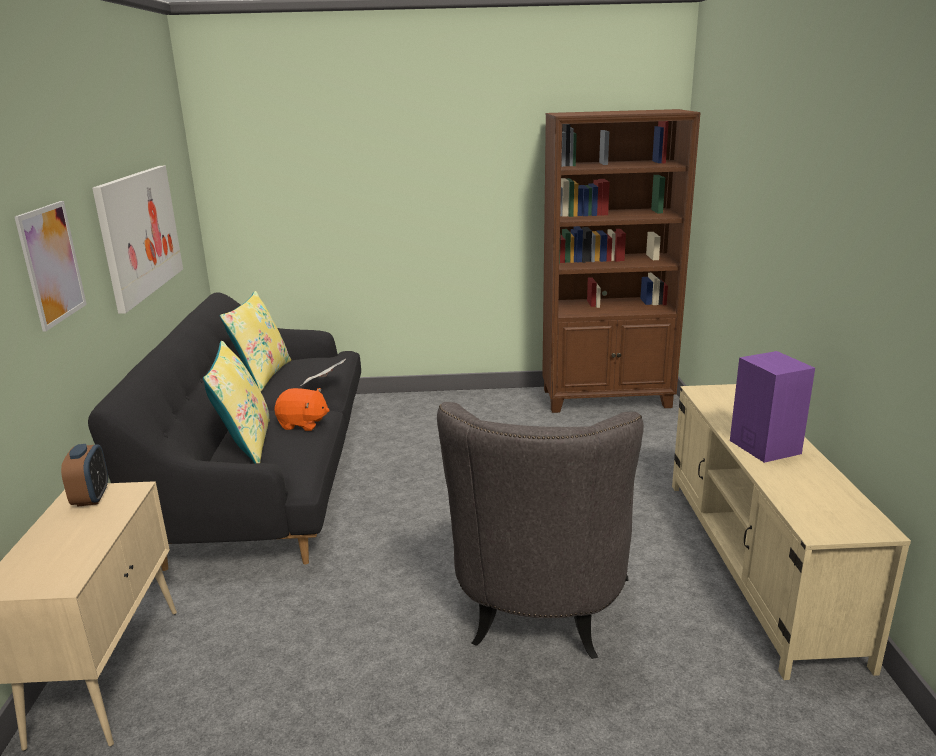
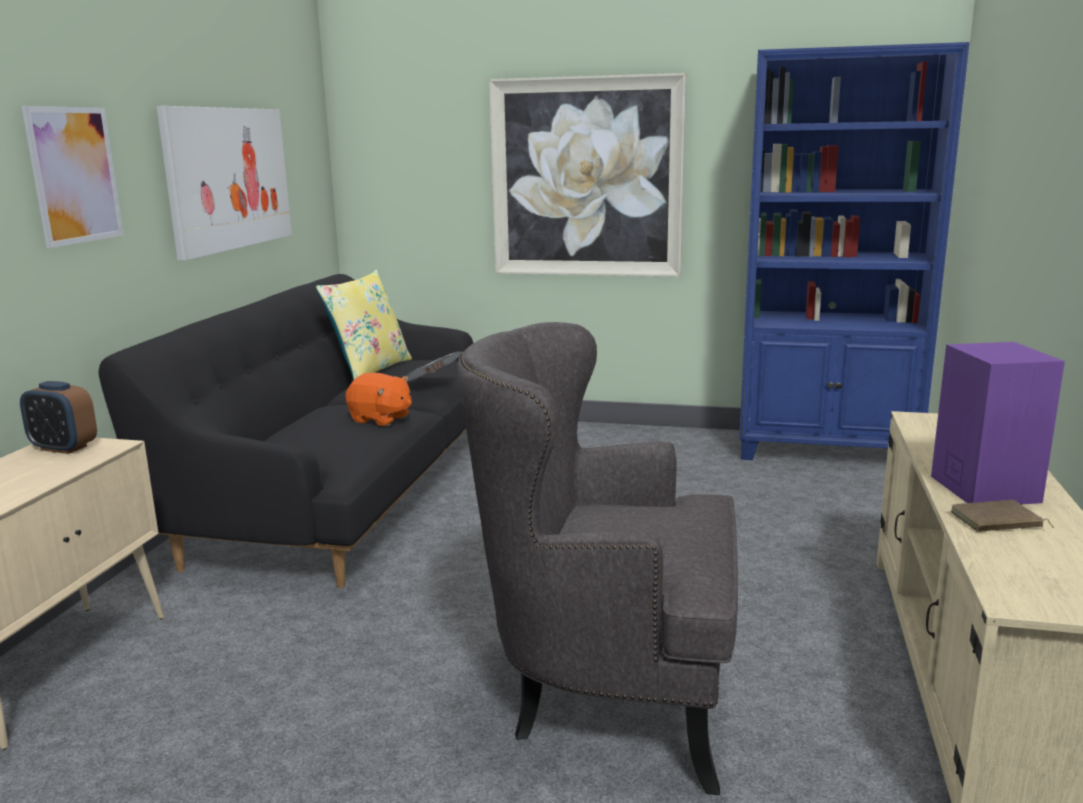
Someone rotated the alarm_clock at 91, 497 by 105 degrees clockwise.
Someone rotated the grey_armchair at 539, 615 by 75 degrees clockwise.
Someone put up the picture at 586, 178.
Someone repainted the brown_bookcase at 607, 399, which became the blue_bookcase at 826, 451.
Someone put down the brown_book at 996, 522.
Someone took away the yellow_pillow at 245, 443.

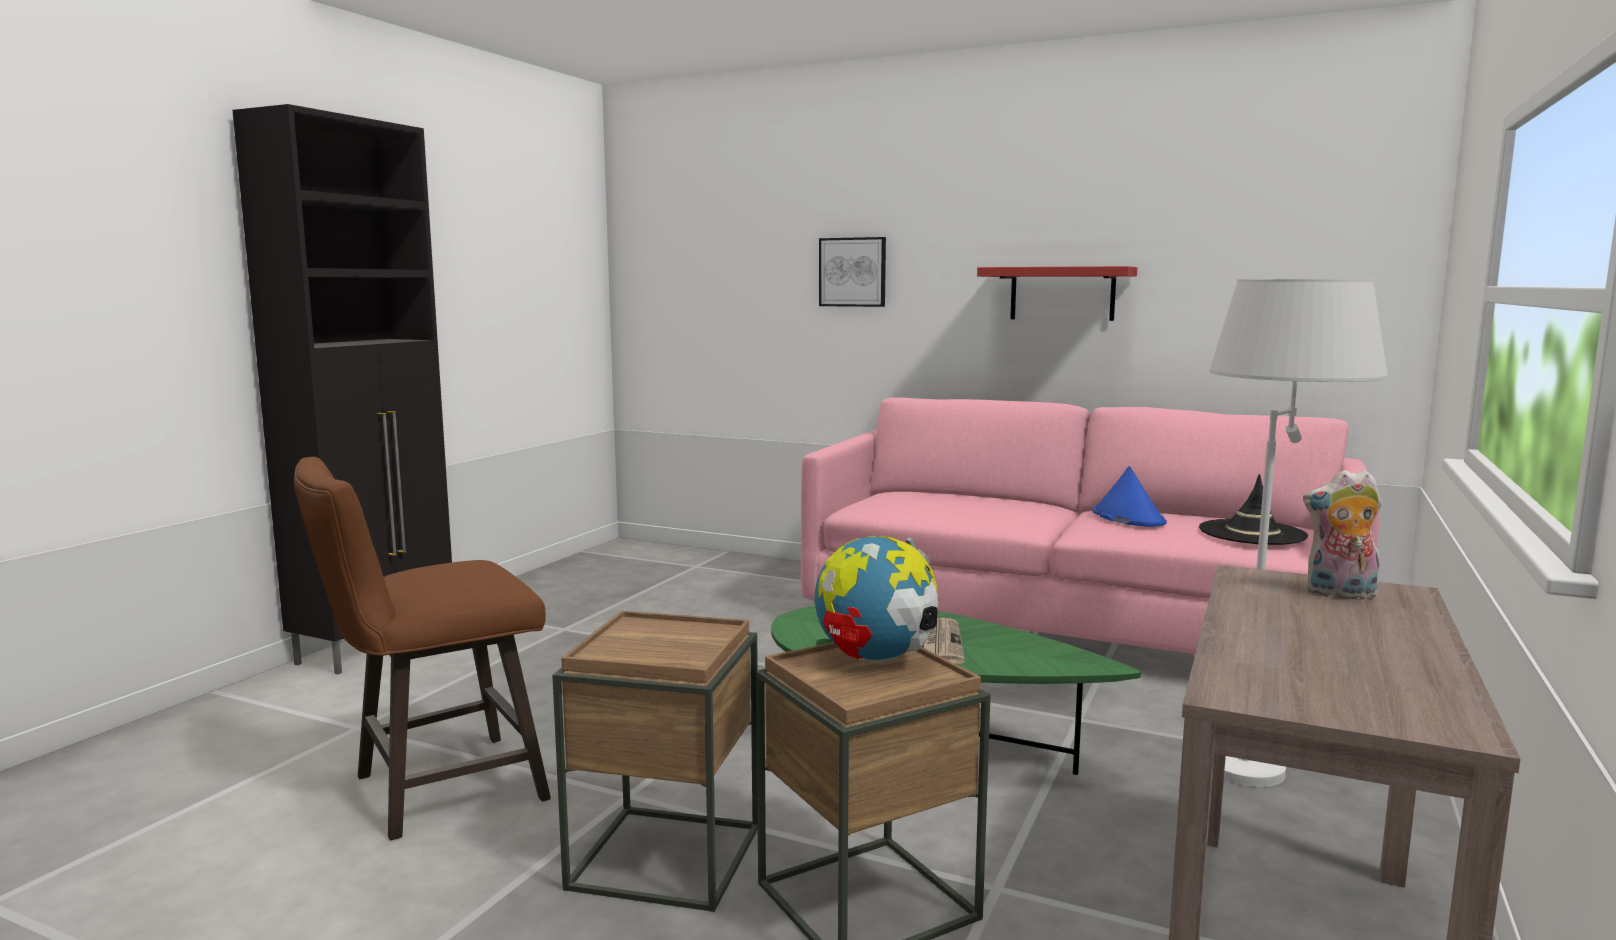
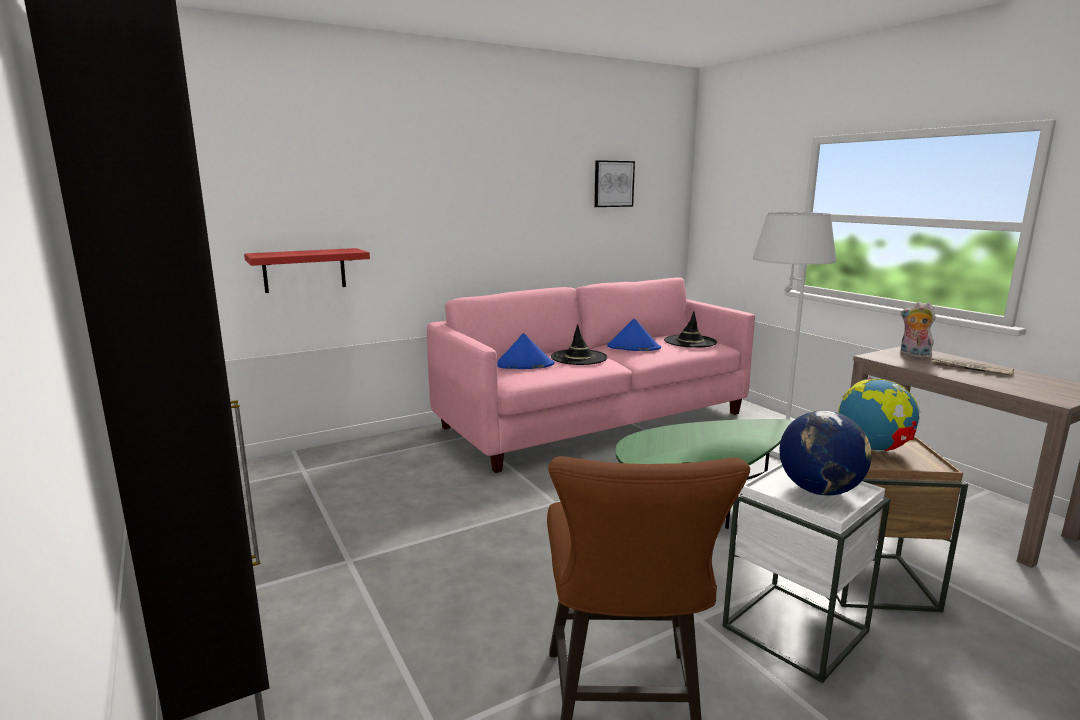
Someone carried the red_shelf from 1062, 293 to 304, 270.
Someone put down the blue_hat at 524, 365.
Someone put down the black_hat at 579, 357.
Someone carried the picture from 853, 272 to 613, 184.
Someone repainted the brown_side_table at 665, 857, which became the white_side_table at 795, 629.
Someone put down the globe at 819, 490.
Someone rotated the plush_toy at 1339, 595 by 90 degrees clockwise.
Someone carried the newspaper from 941, 643 to 970, 368.

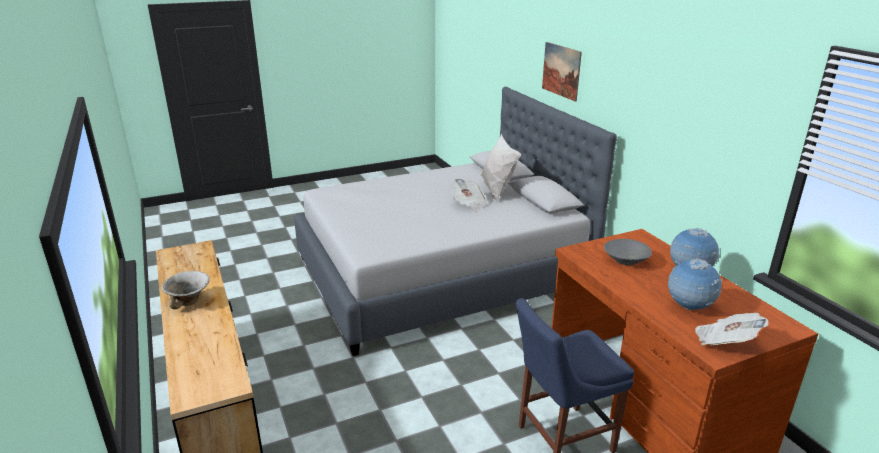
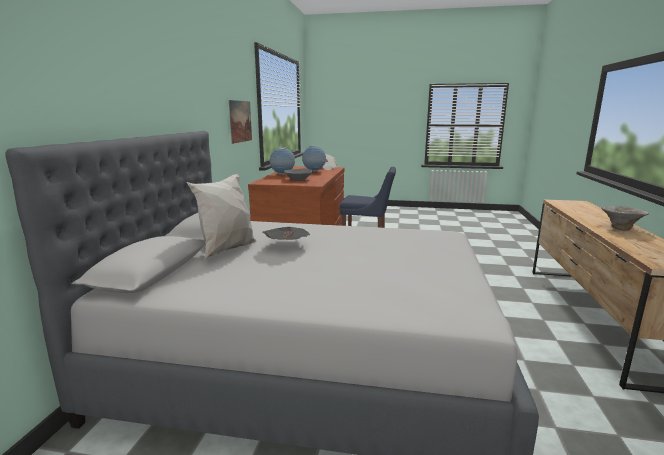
Someone carried the picture from 561, 71 to 240, 121.

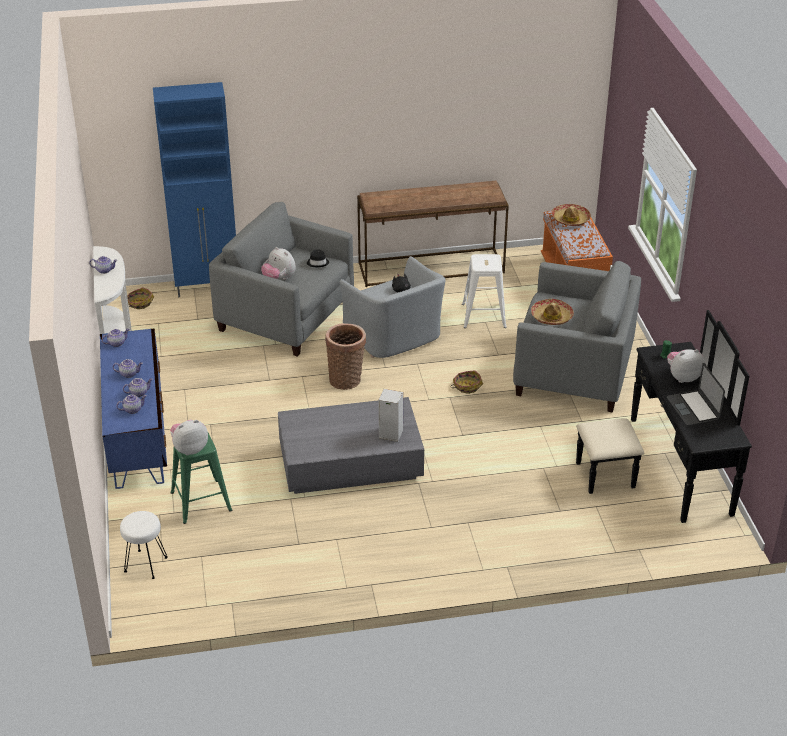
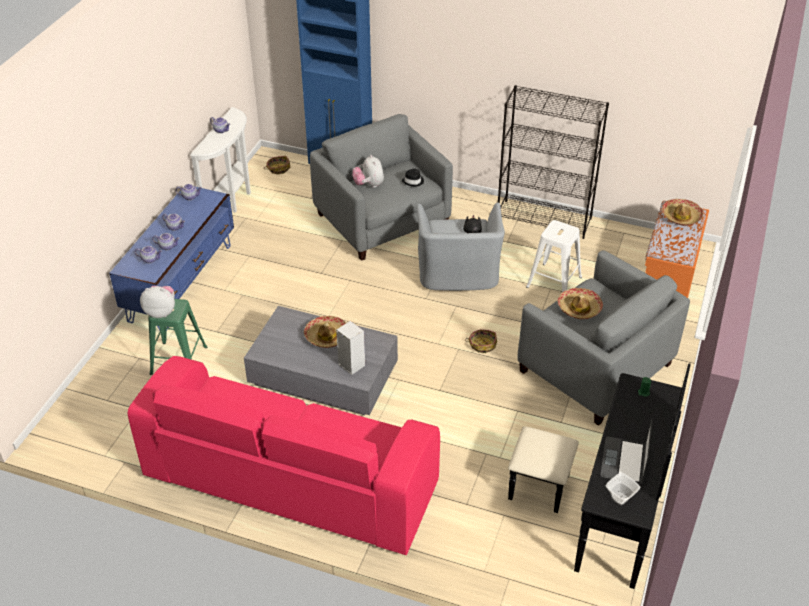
Someone put down the pink_sofa at 290, 480.
Someone put down the hat at 326, 336.
Someone swapped the brown_console_table at 431, 267 for the black_bookcase at 544, 219.
Someone put down the bowl at 621, 499.
Someone took away the white_stool at 145, 564.
Someone took away the basket at 346, 379.
Someone took away the plush_toy at 682, 377.

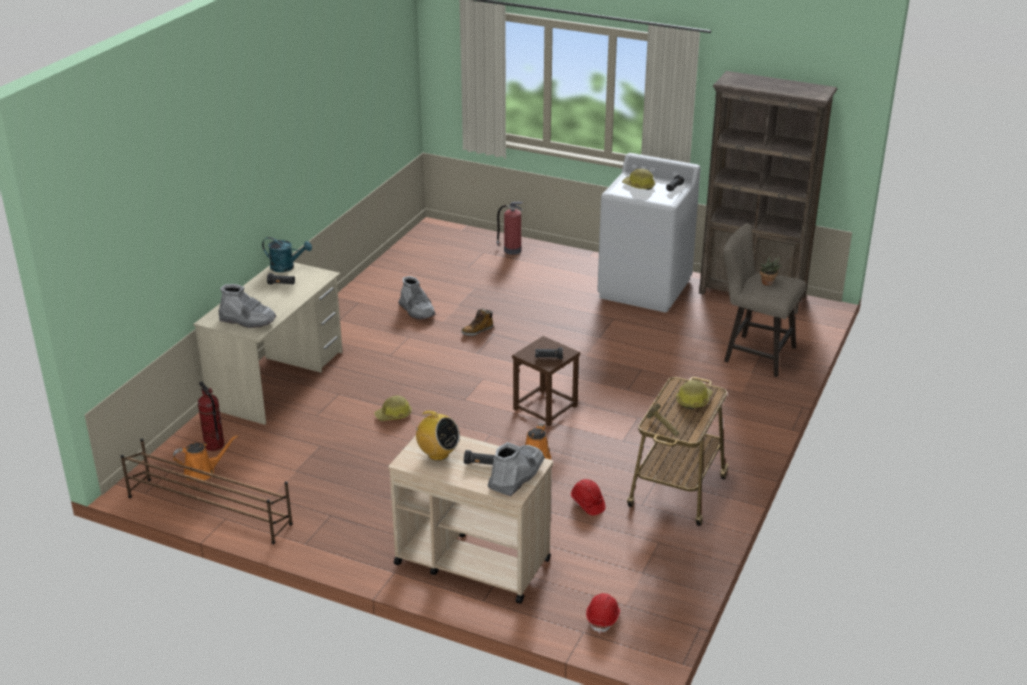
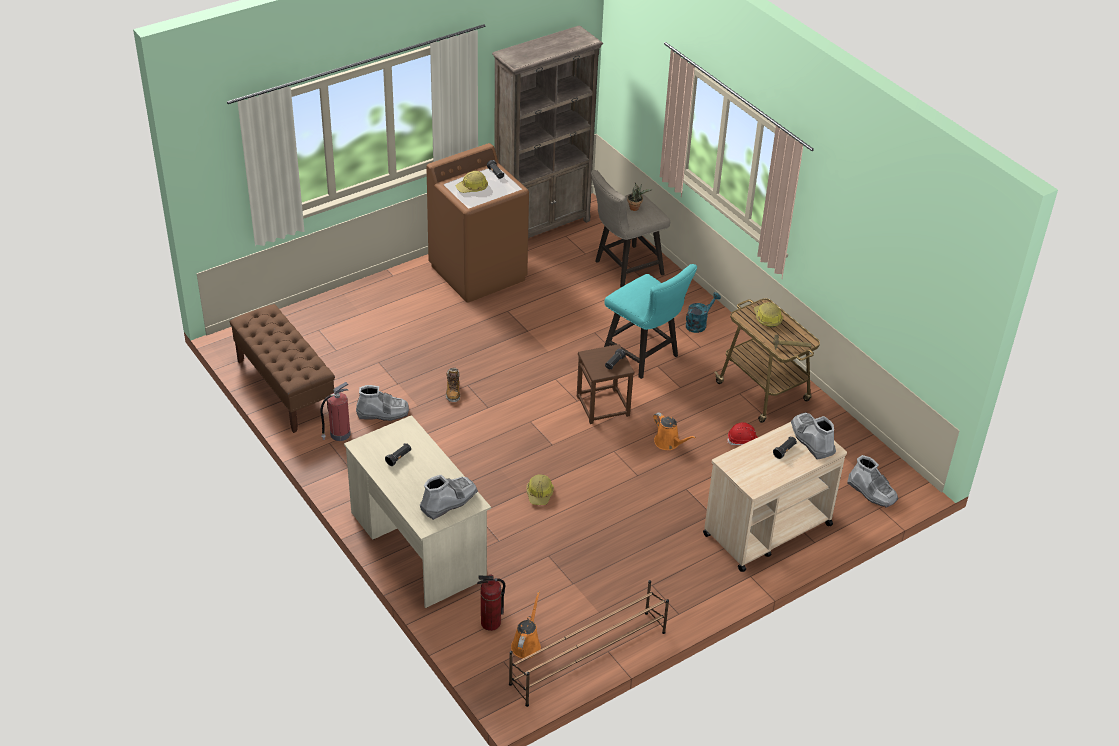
Someone put down the brown_bench at 285, 388.
Someone carried the fire_extinguisher from 511, 250 to 339, 434.
Someone repainted the white_washing_machine at 645, 289, which became the brown_washing_machine at 478, 272.
Someone put down the turquoise_stool at 644, 357.
Someone carried the turquoise_watering_can from 286, 267 to 699, 324.
Someone swapped the red_hard_hat at 603, 618 for the grey_boot at 872, 492.
Someone took away the radio at 438, 454.

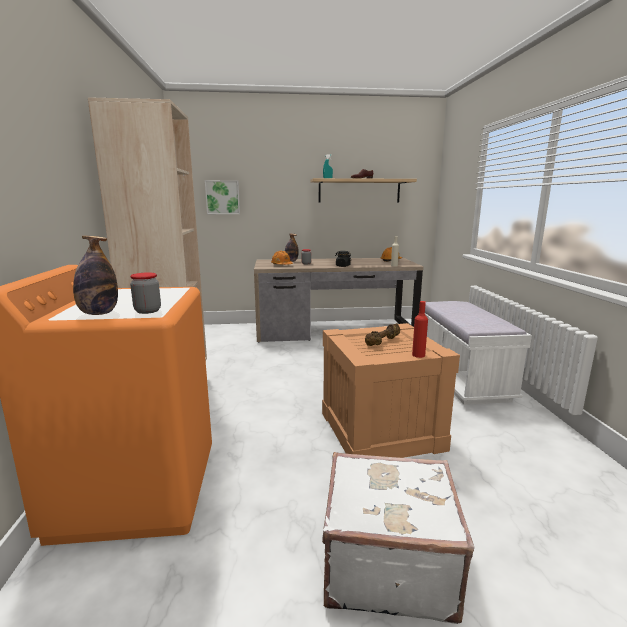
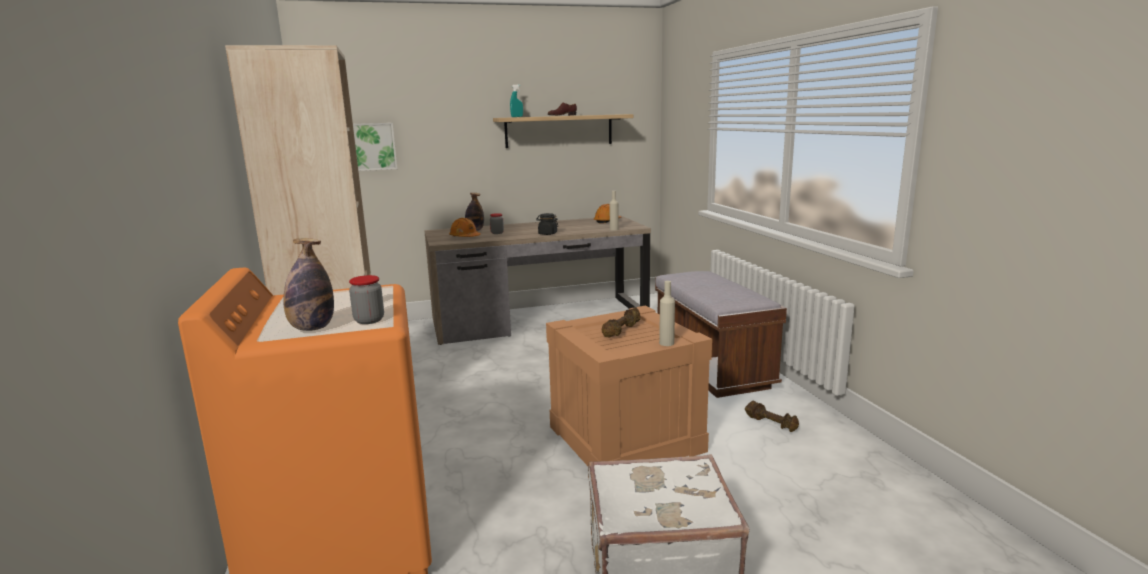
Someone repainted the white_bench at 463, 379, which became the brown_bench at 712, 368.
Someone repainted the red_bottle at 418, 355, which became the beige_bottle at 666, 343.
Someone put down the brown_dumbbell at 771, 423.

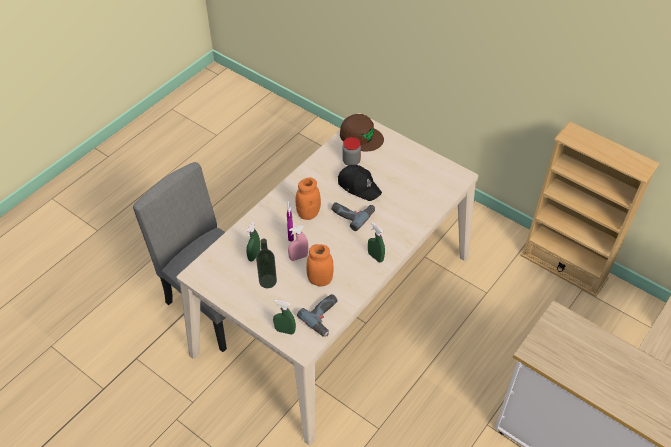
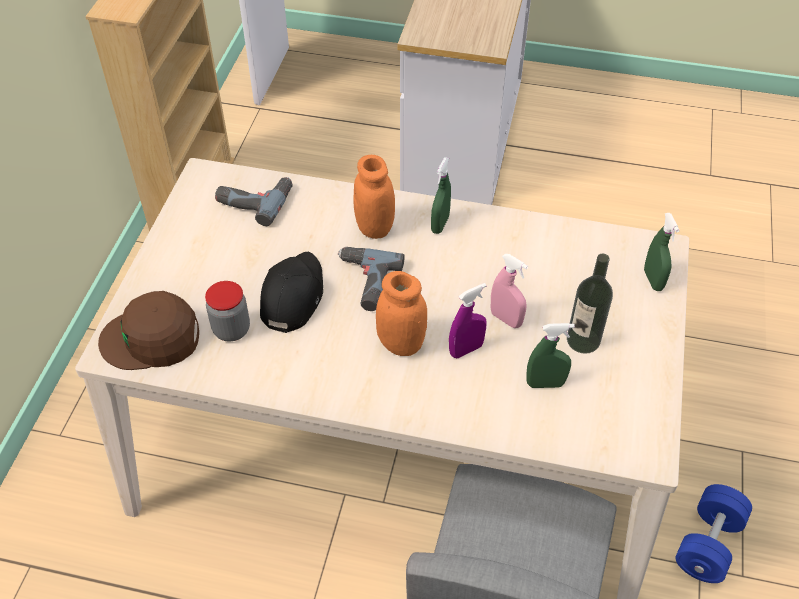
Someone rotated the brown_cap at 361, 136 by 105 degrees counterclockwise.
Someone carried the power_drill from 324, 317 to 255, 200.
Someone carried the orange_jar from 320, 280 to 374, 227.
Someone put down the blue_dumbbell at 708, 543.

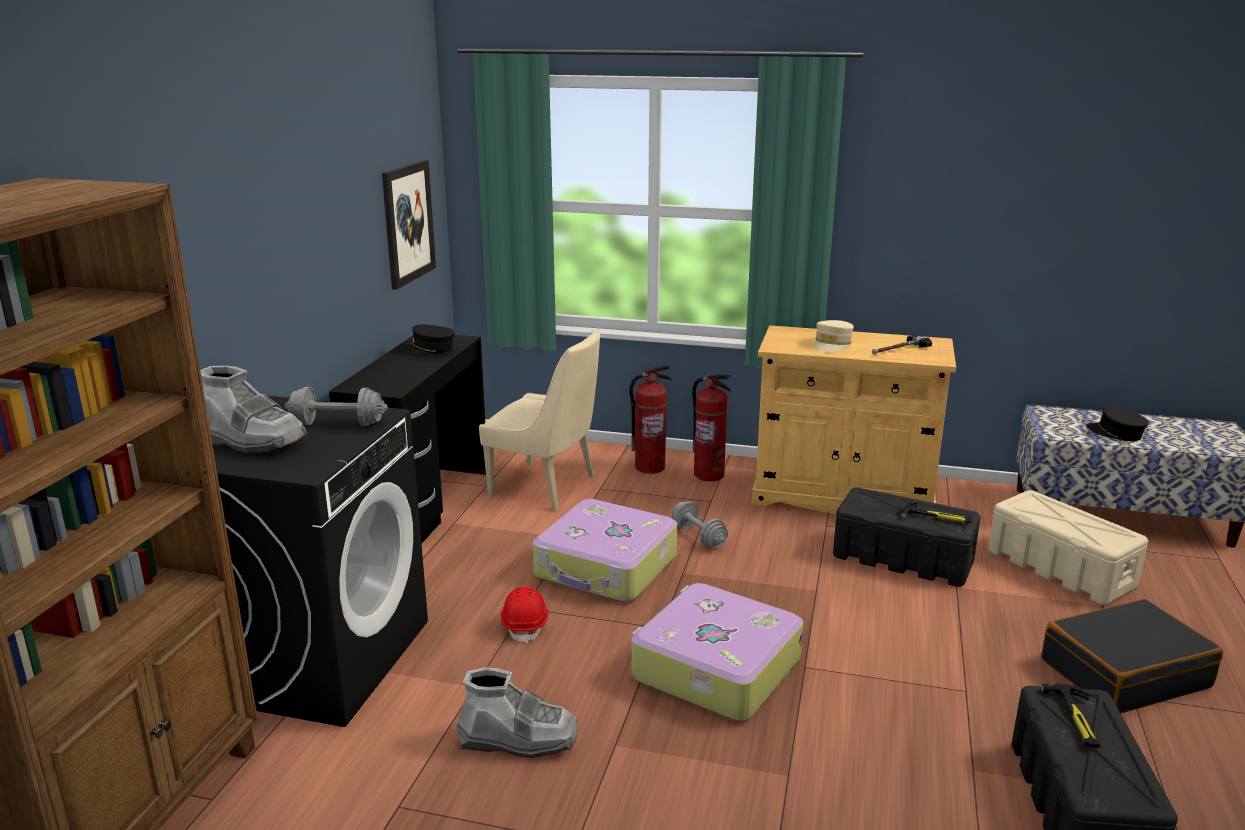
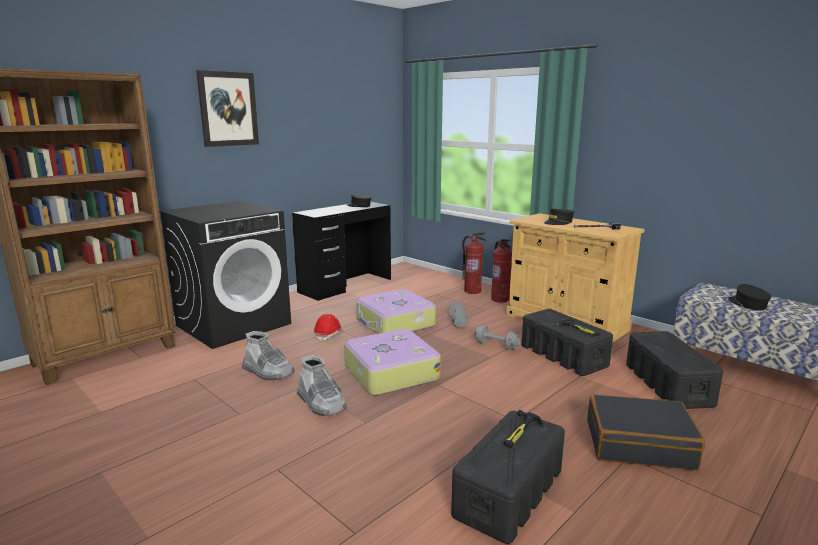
Someone carried the picture from 408, 223 to 228, 109.
Someone carried the grey_boot from 252, 441 to 322, 403.
Someone carried the grey_dumbbell from 338, 424 to 496, 346.
Someone repainted the beige_cap at 832, 344, which became the black_cap at 558, 222.
Someone repainted the beige_storage_box at 1061, 569, which became the black_storage_box at 668, 385.
Someone took away the beige_chair at 546, 487.

